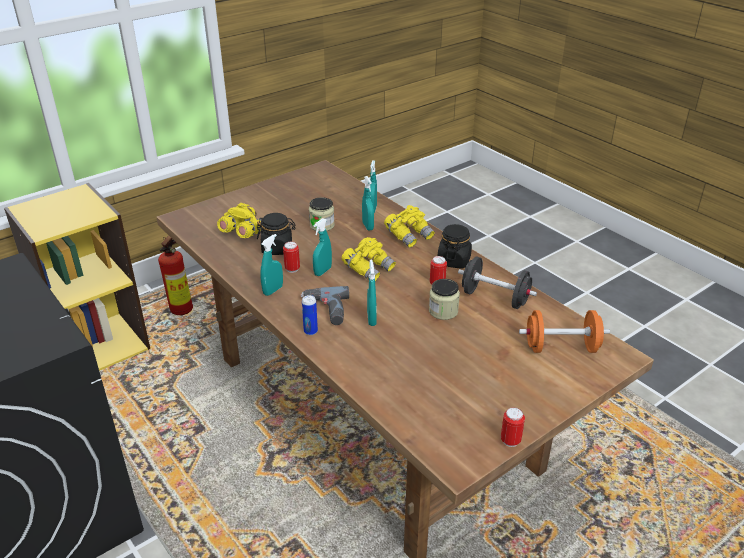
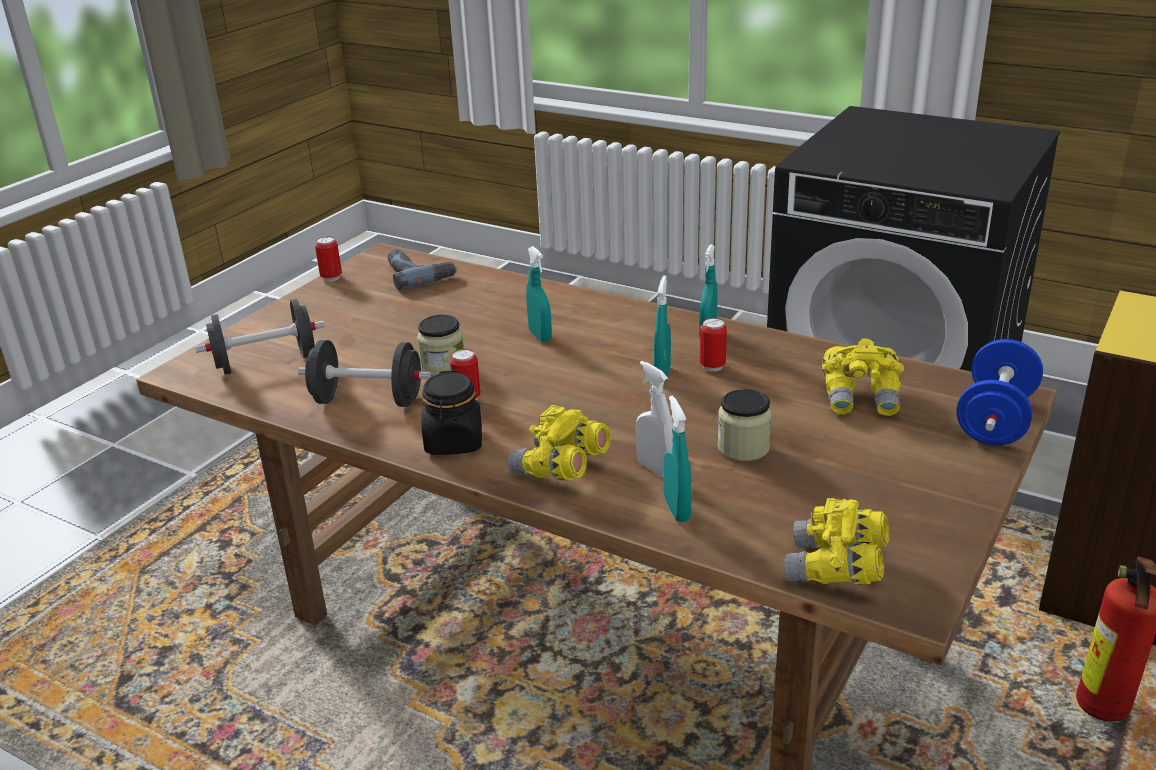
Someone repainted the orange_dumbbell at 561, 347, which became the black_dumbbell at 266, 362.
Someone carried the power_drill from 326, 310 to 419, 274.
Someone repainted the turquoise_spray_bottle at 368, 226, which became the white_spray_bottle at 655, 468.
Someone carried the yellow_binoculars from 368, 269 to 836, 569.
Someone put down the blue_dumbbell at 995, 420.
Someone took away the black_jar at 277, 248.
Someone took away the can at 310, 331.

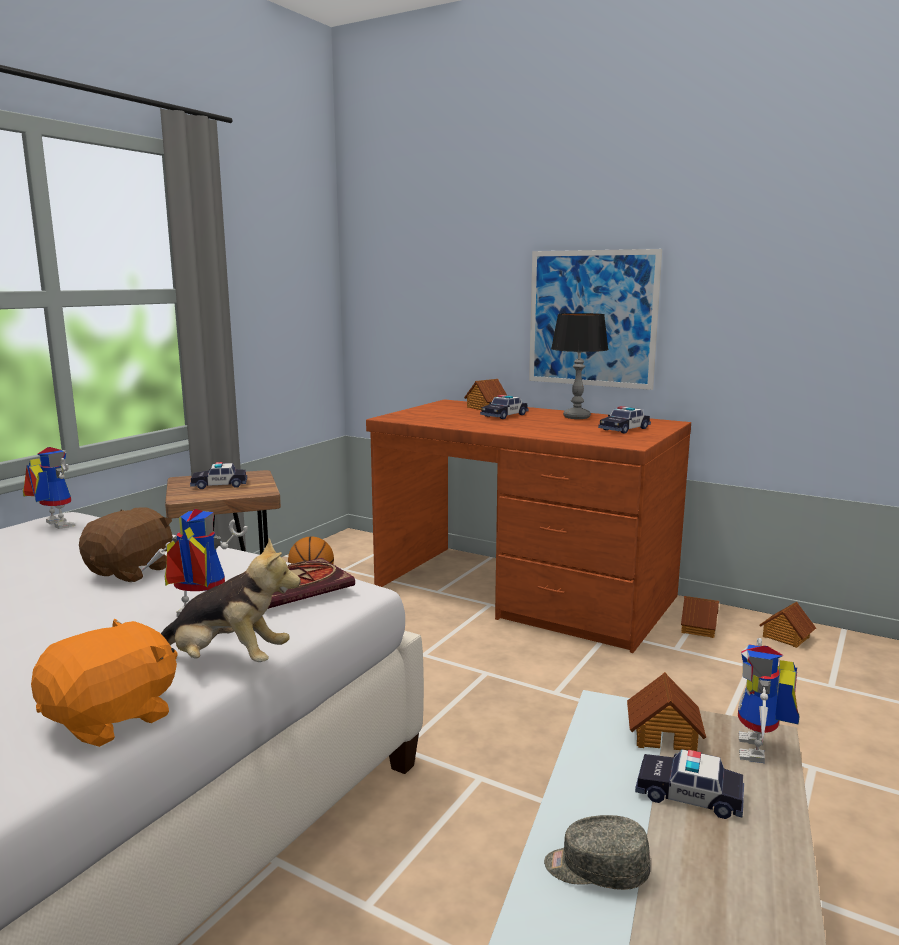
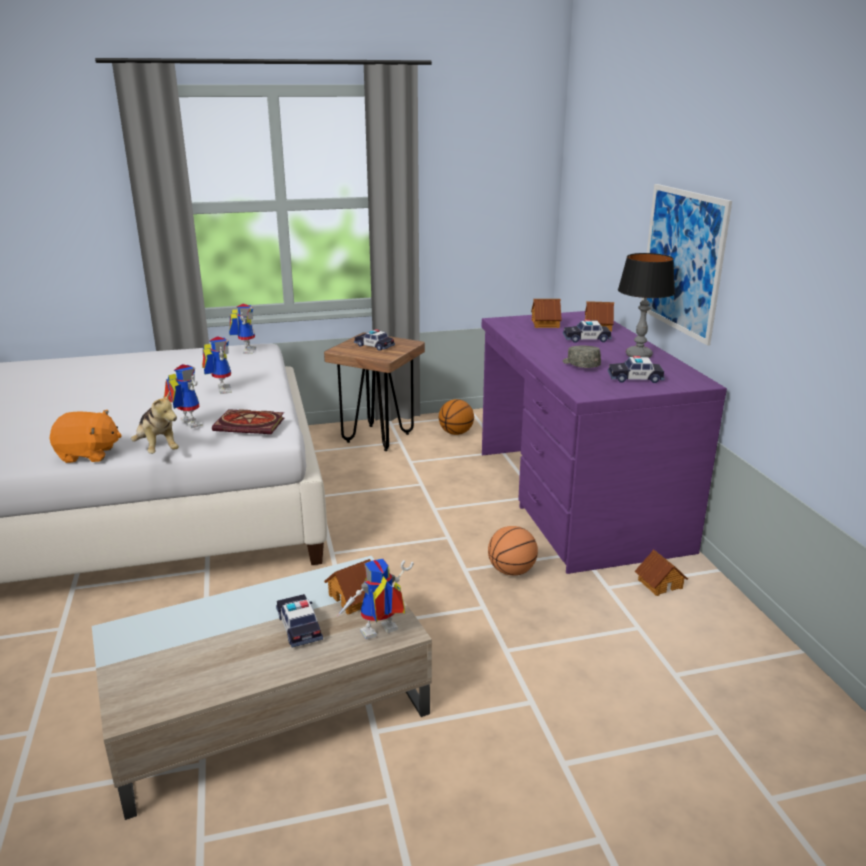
Someone swapped the brown_plush_toy at 132, 571 for the toy_robot at 220, 389.
Someone repainted the brown_desk at 523, 593, which became the purple_desk at 575, 499.
Someone put down the basketball at 511, 571.
Someone carried the toy_house from 785, 637 to 544, 324.
Someone carried the grey_cap from 596, 870 to 580, 365.

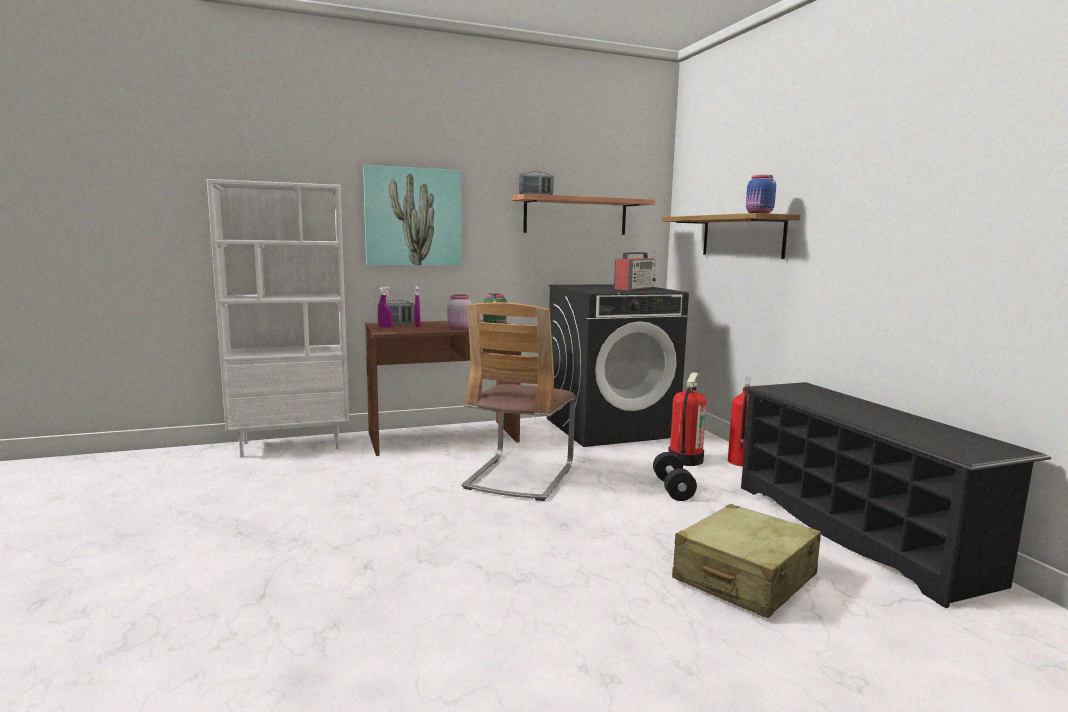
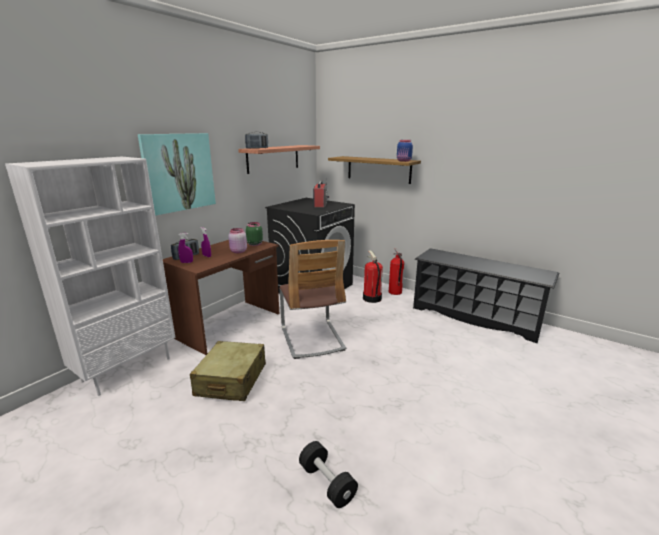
Someone carried the beige_suitcase from 744, 578 to 231, 380.
Someone carried the black_dumbbell from 673, 489 to 327, 483.

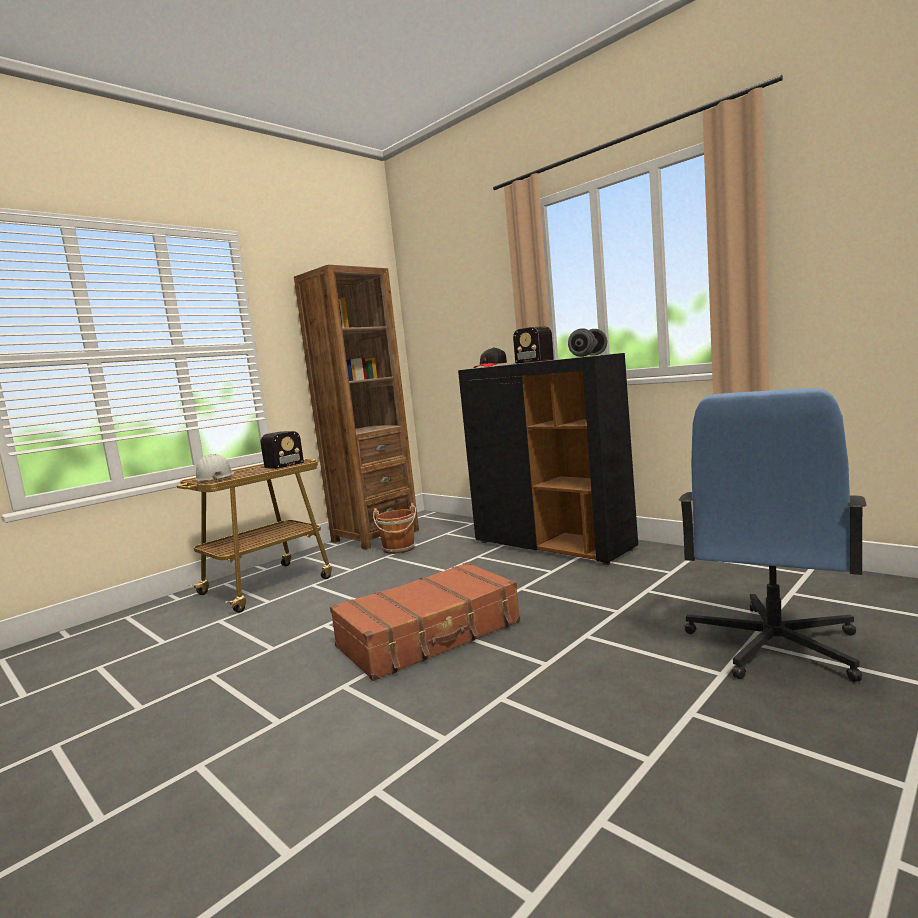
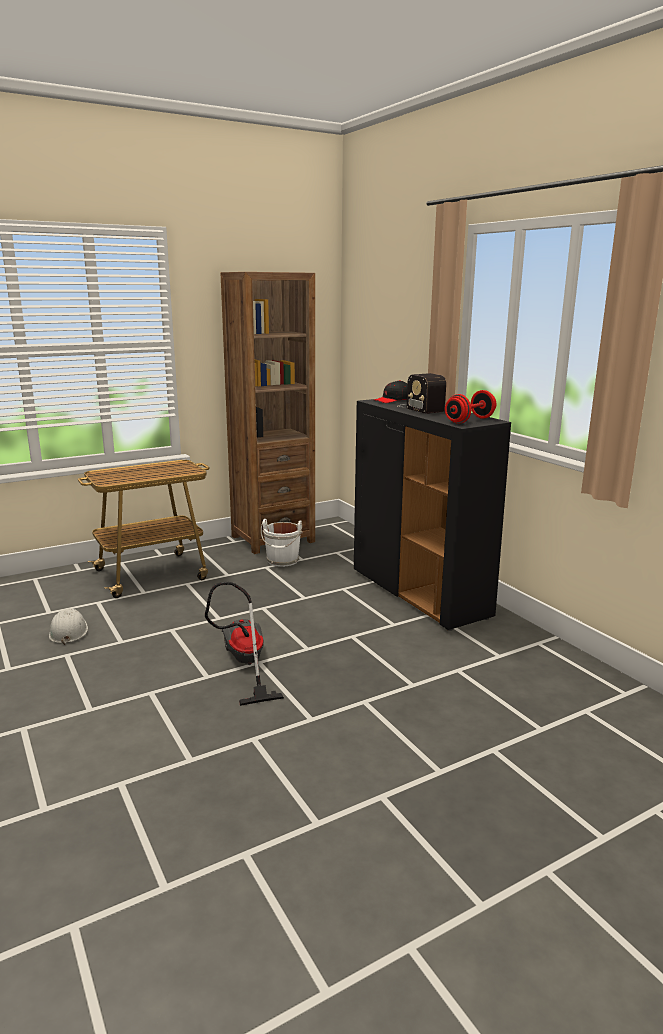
Someone carried the white_hard_hat from 214, 477 to 68, 632.
Someone swapped the brown_suitcase at 430, 635 for the vacuum_cleaner at 243, 664.
Someone repainted the brown_bucket at 399, 549, which became the white_bucket at 282, 561.
Someone repainted the grey_dumbbell at 588, 356, which became the red_dumbbell at 469, 420.
Someone took away the radio at 272, 467.
Someone took away the blue_office_chair at 772, 646.

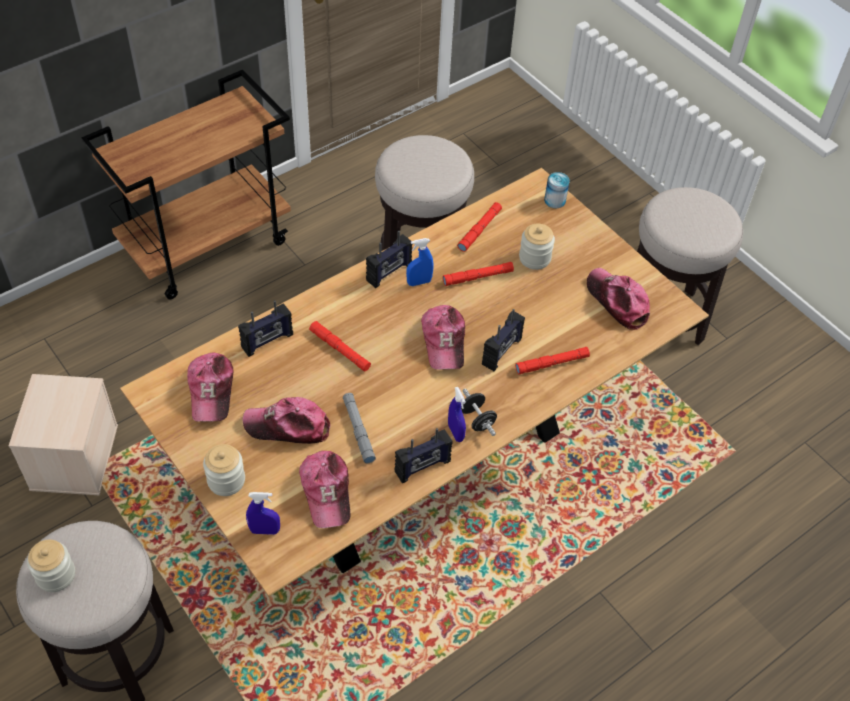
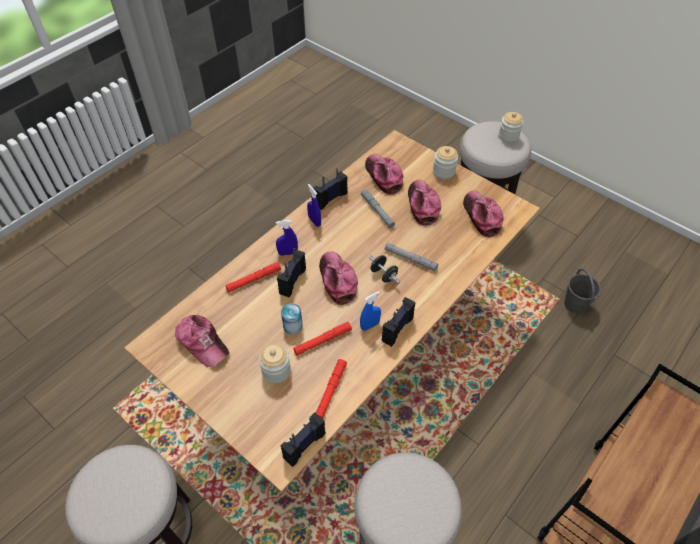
Someone carried the blue_spray_bottle from 265, 530 to 288, 253.
Someone carried the radio from 267, 341 to 304, 445.
Someone carried the can from 555, 200 to 292, 325.
Someone carried the black_dumbbell from 477, 420 to 383, 275.
Someone repainted the red_flashlight at 340, 349, which became the grey_flashlight at 410, 259.
Someone rotated the cap at 288, 426 by 90 degrees counterclockwise.
Someone swapped the beige_storage_box at 73, 456 for the grey_bucket at 575, 304.

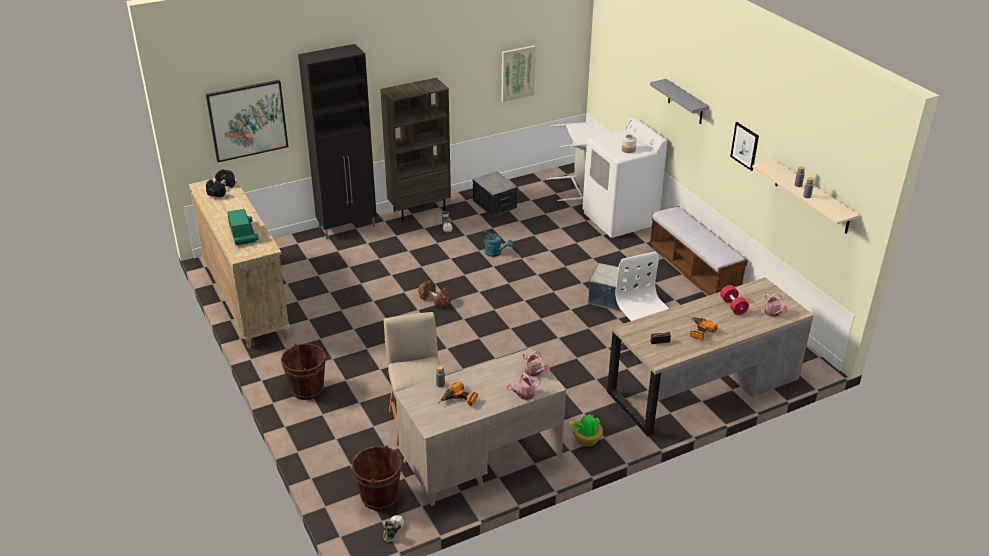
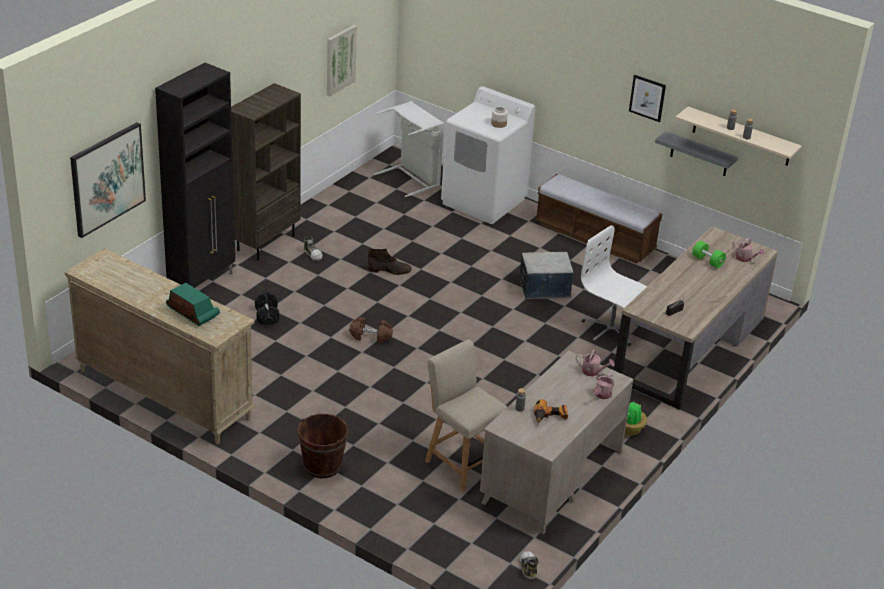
Someone carried the black_dumbbell from 221, 190 to 266, 315.
Someone swapped the turquoise_watering_can at 495, 253 for the brown_boot at 390, 270.
Someone carried the grey_shelf from 685, 102 to 699, 154.
Someone repainted the red_dumbbell at 733, 306, which became the green_dumbbell at 707, 261.
Someone took away the brown_bucket at 379, 497.
Someone took away the storage_box at 495, 204.
Someone took away the power_drill at 698, 331.

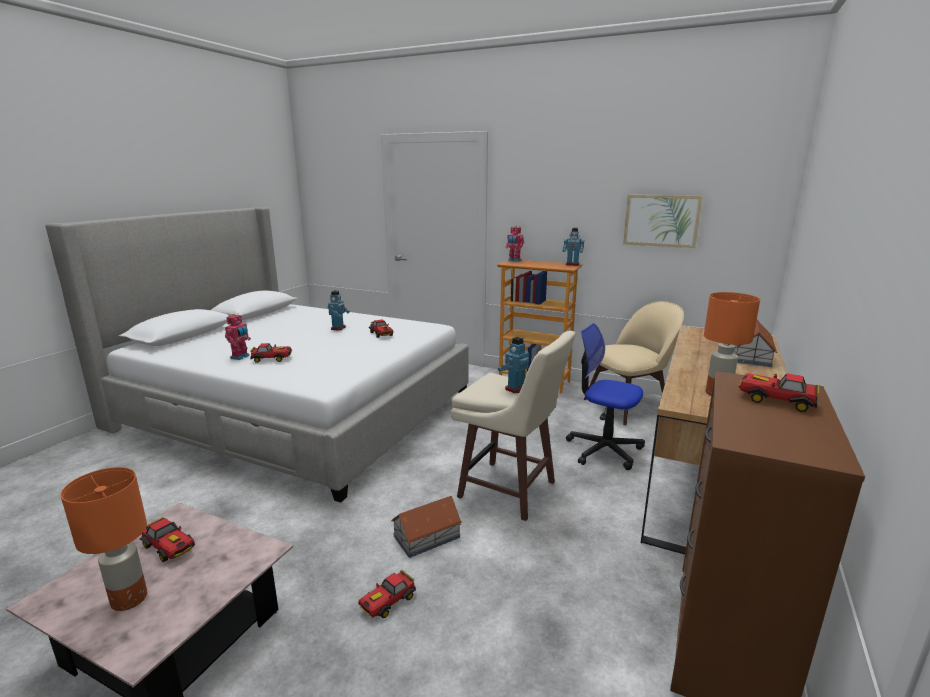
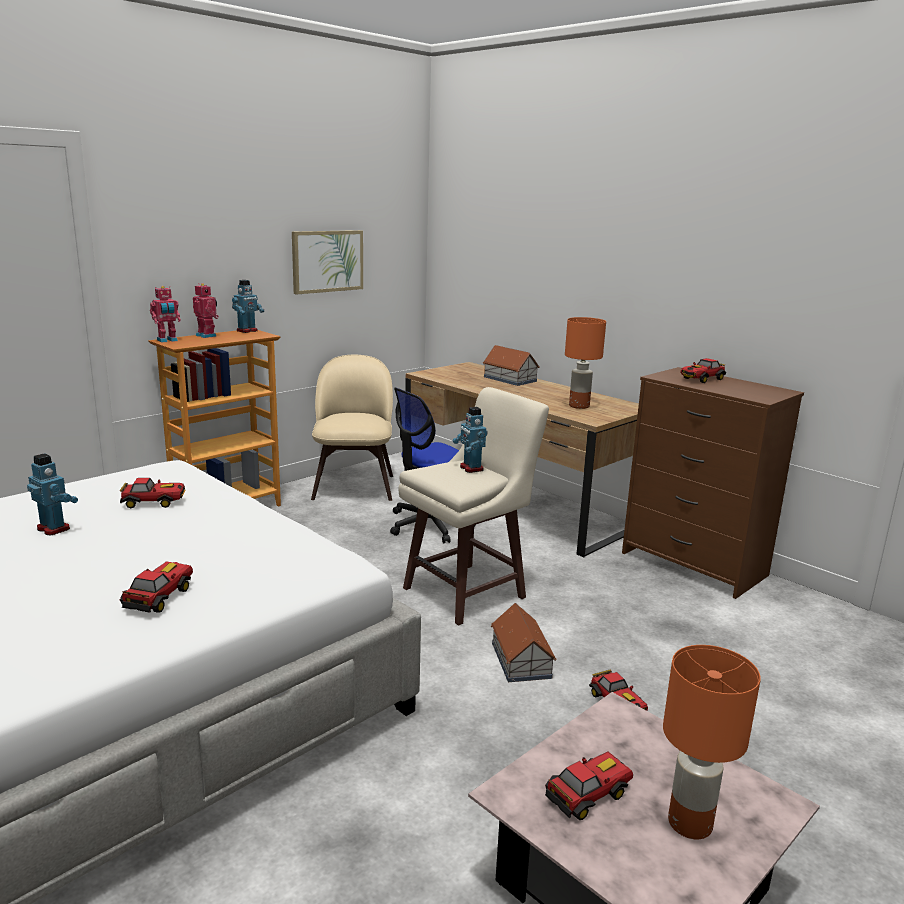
Someone carried the toy_robot from 241, 357 to 207, 335.

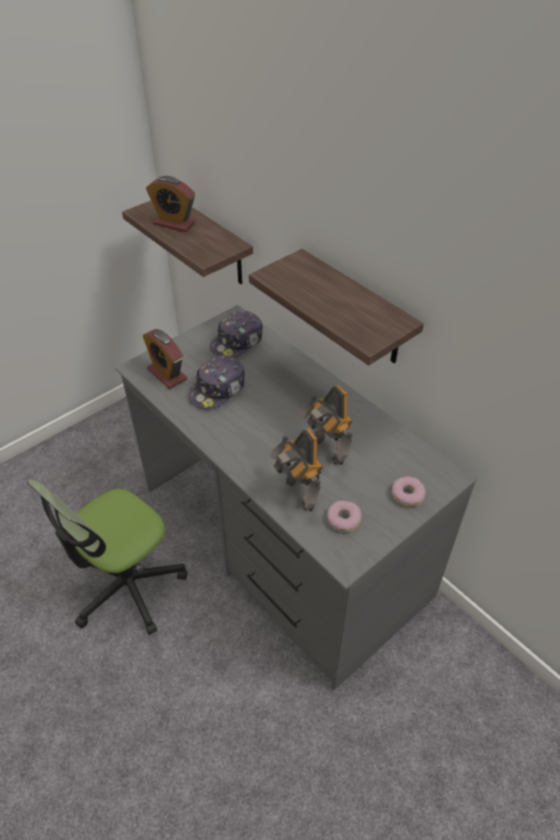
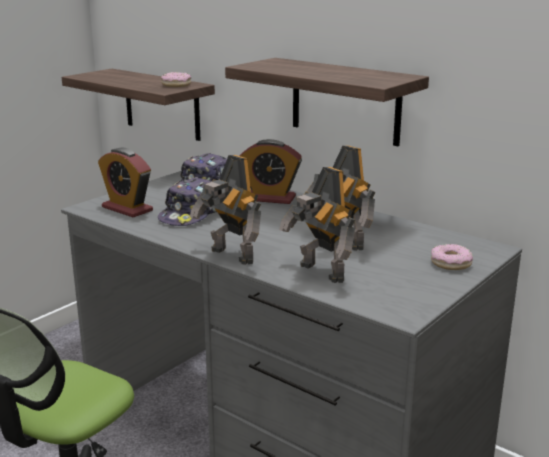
Someone carried the donut from 344, 519 to 176, 85.
Someone put down the toy_robot at 230, 256.
Someone carried the alarm_clock from 174, 223 to 270, 198.

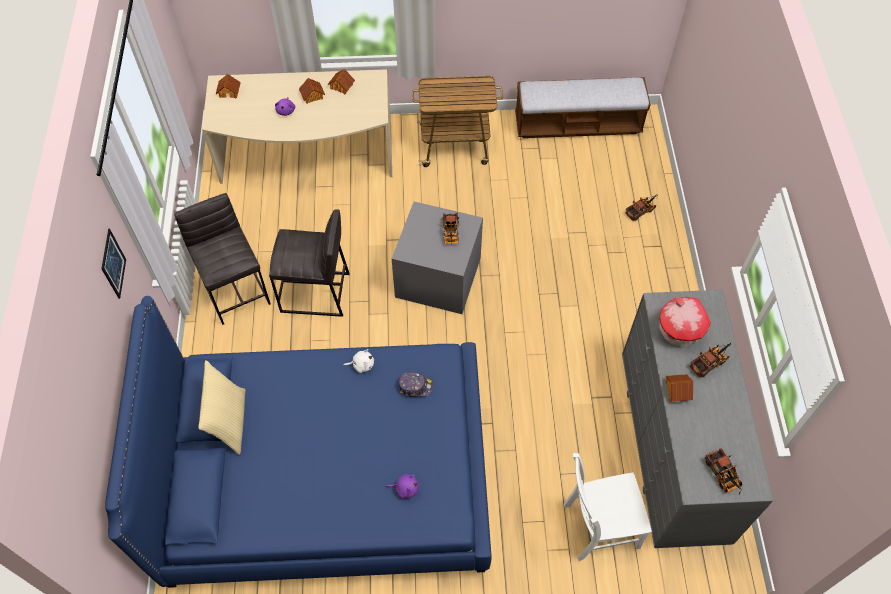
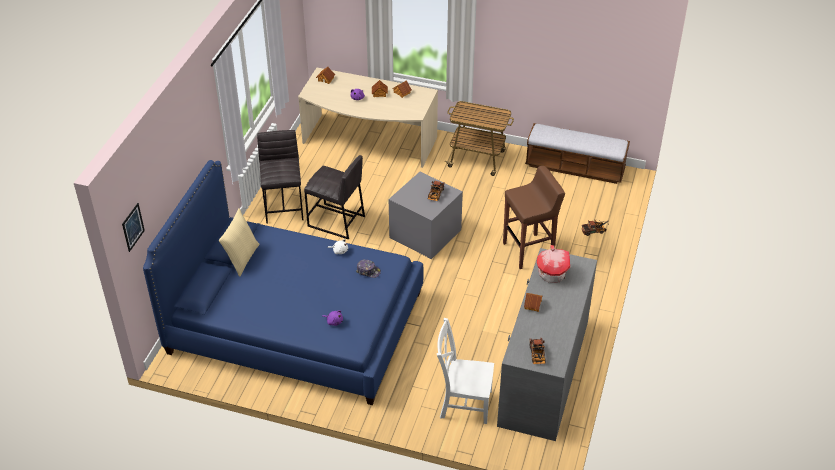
Someone carried the picture from 113, 264 to 133, 227.
Someone put down the brown_stool at 529, 251.
Someone took away the toy_truck at 710, 362.

